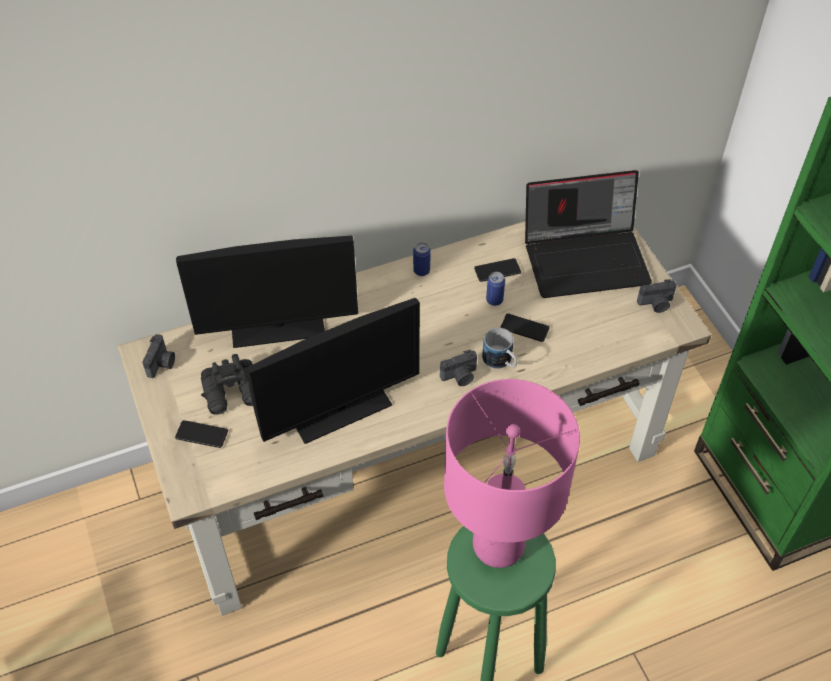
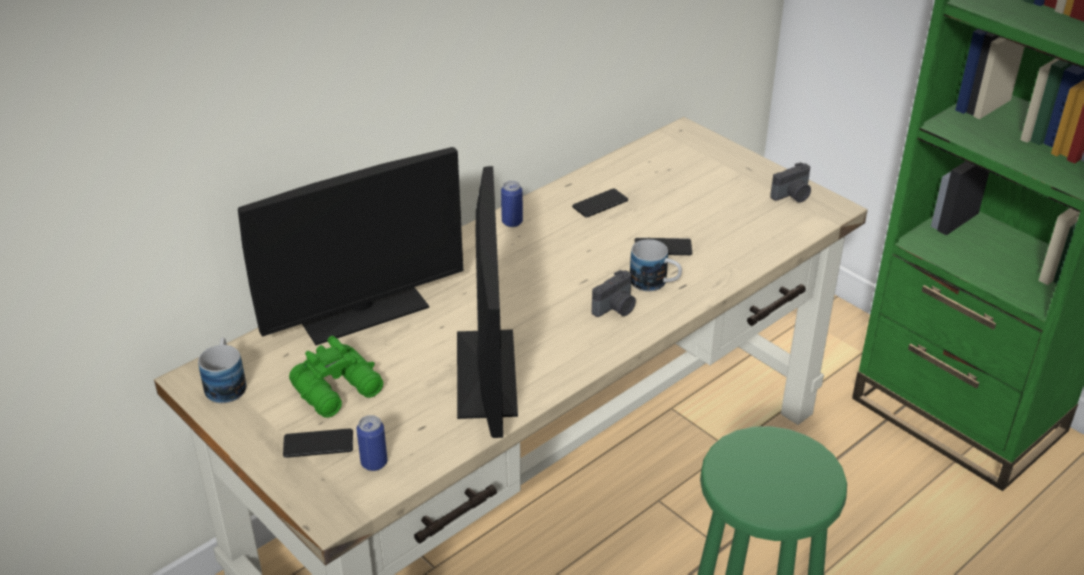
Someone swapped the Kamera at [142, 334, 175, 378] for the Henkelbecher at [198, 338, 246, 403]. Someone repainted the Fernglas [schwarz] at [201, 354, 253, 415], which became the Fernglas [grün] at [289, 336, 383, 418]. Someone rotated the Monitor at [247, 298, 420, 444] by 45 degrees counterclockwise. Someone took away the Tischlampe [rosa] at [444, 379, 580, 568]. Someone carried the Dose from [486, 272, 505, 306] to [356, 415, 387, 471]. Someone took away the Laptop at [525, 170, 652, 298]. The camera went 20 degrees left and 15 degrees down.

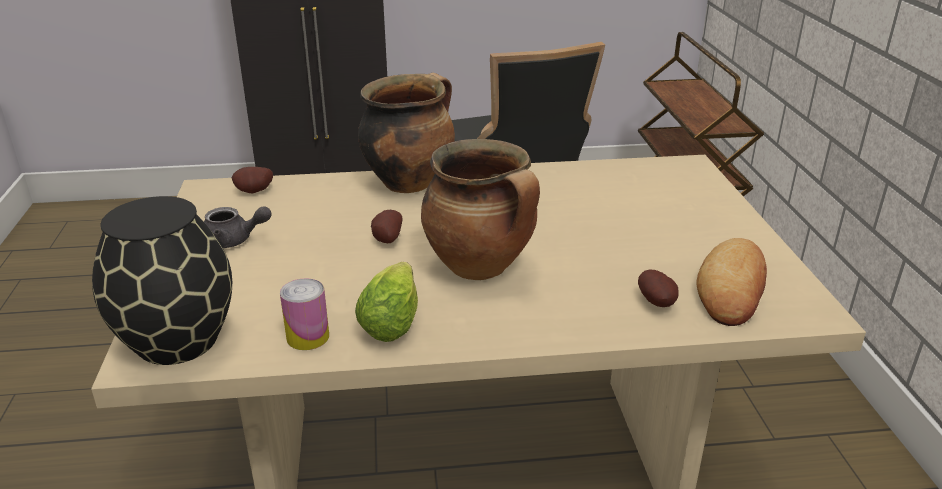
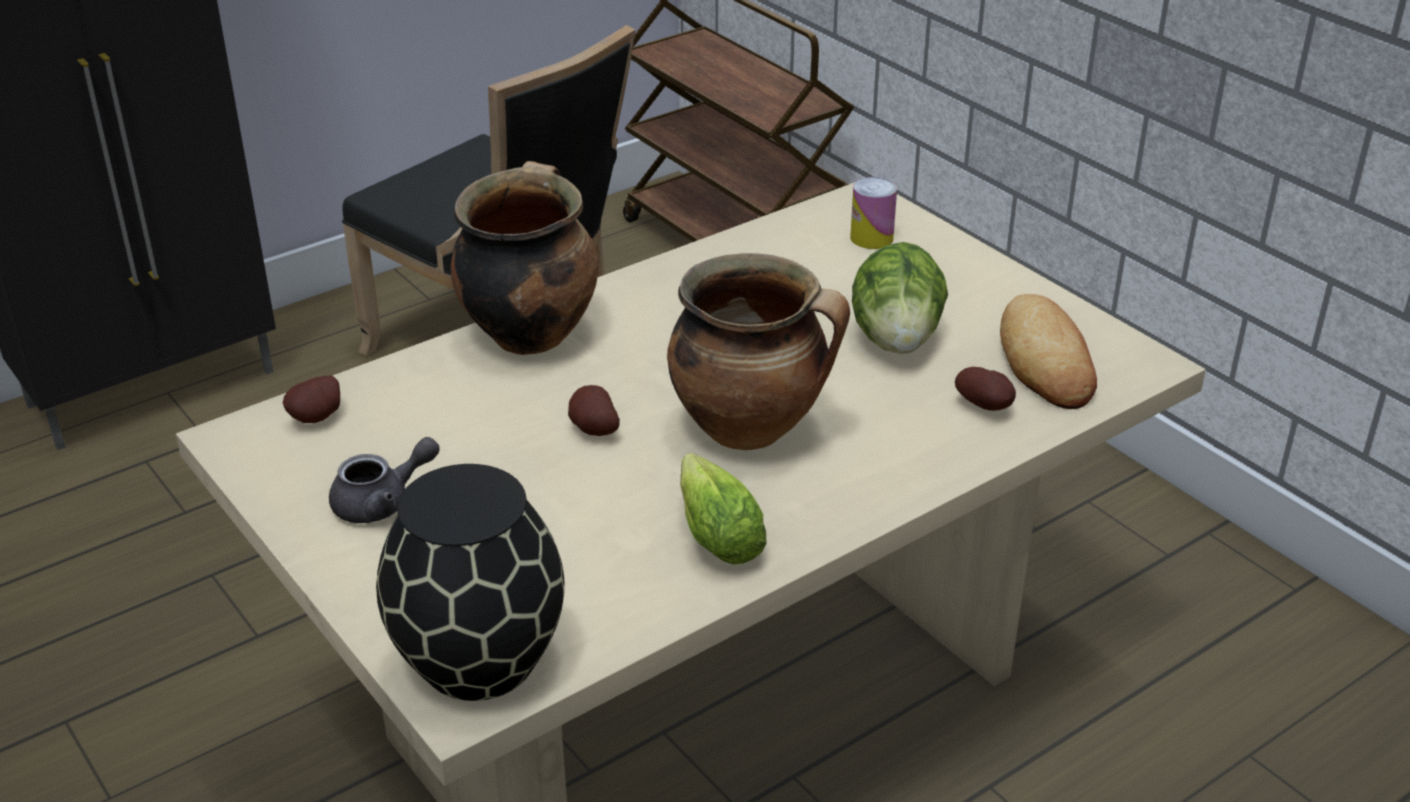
Someone carried the Dose from [280, 278, 329, 350] to [850, 177, 897, 249]. Someone put down the Salatkopf at [852, 242, 948, 354]. The camera went 30 degrees left and 5 degrees up.

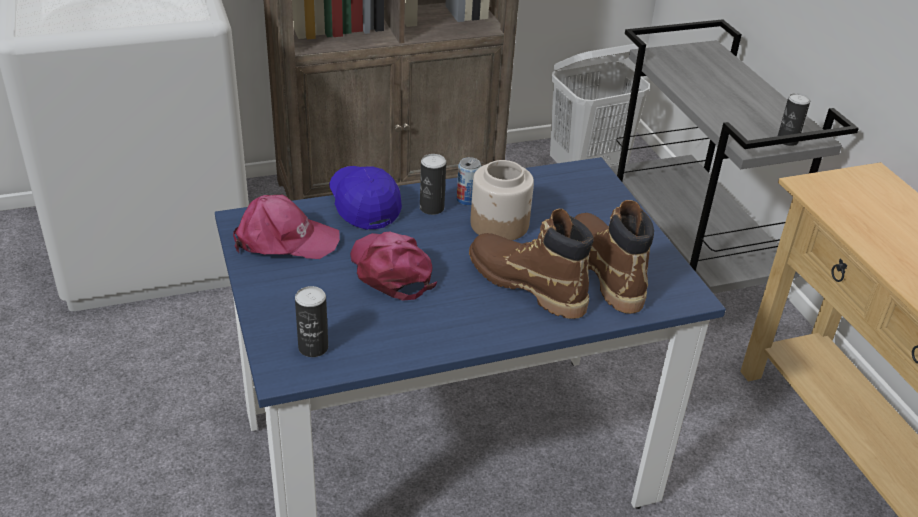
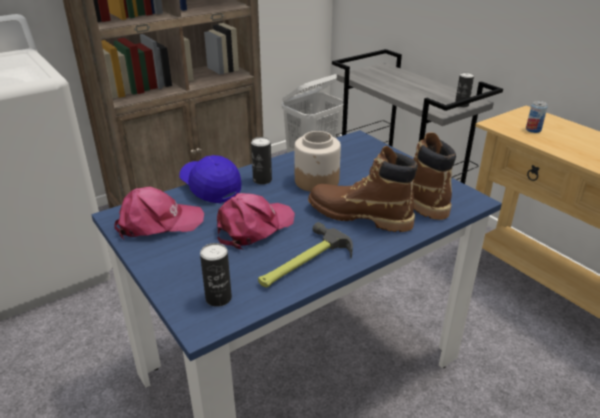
Someone rotated the Kappe [rosa] at [350, 232, 437, 301] by 90 degrees clockwise. Someone carried the Dose from [457, 157, 481, 206] to [526, 101, 548, 133]. Someone put down the Hammer at [258, 222, 353, 288]. The camera went 15 degrees left and 5 degrees down.

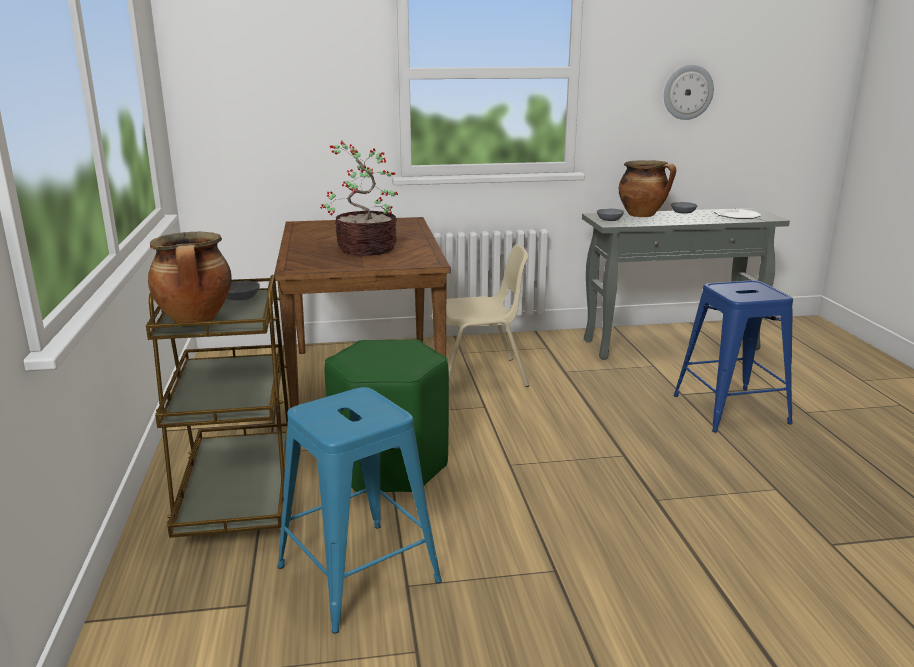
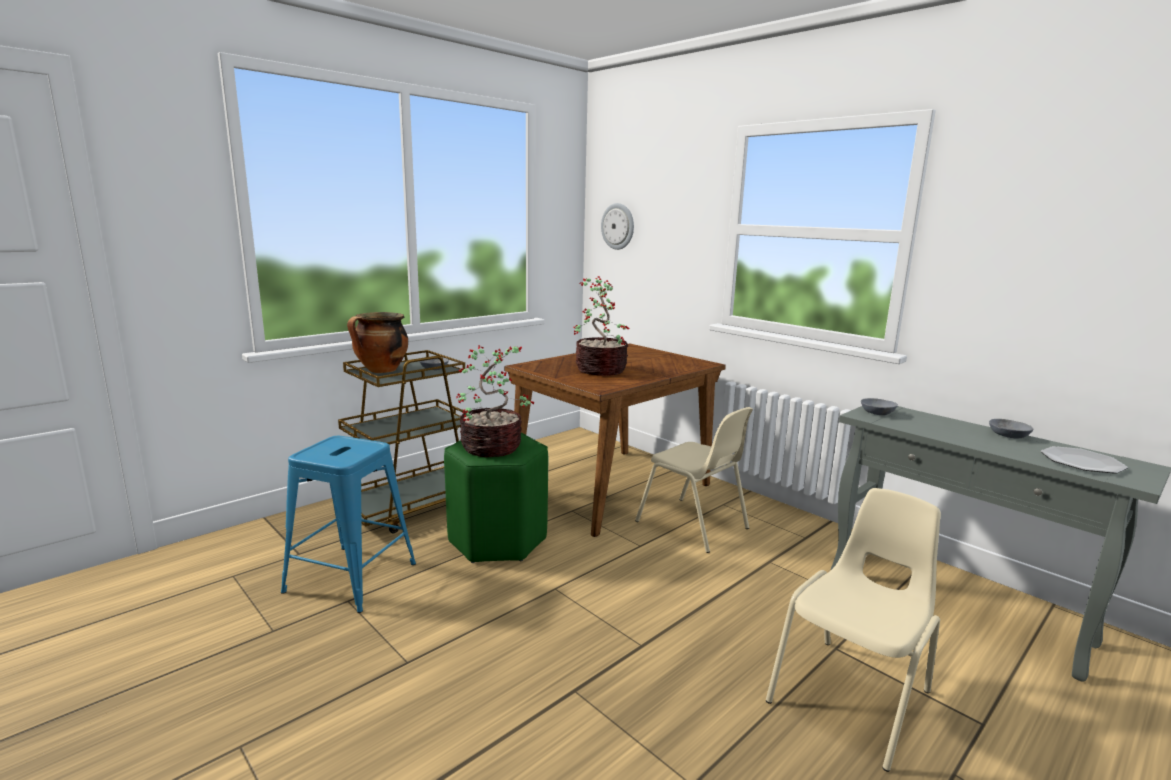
Someone took away the Kochtopf at [619, 160, 676, 217]. Someone carried the Wanduhr from [664, 65, 714, 120] to [601, 203, 634, 250]. Someone swapped the Hocker [blau] at [674, 280, 793, 432] for the Stuhl [beige] at [766, 488, 941, 772]. Someone put down the Topfpflanze at [456, 345, 535, 457]. The camera went 55 degrees right and 5 degrees down.

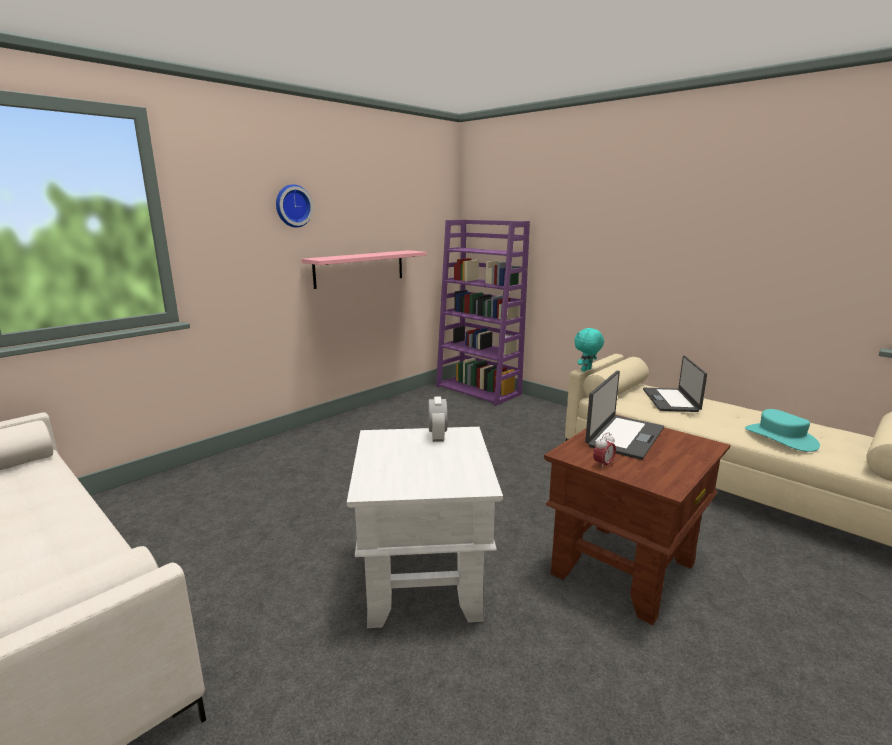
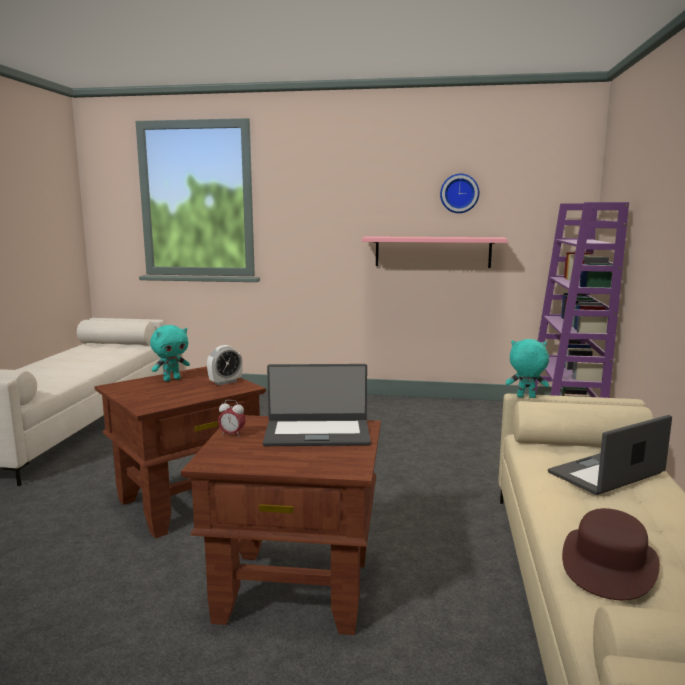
Someone carried the Wanduhr from [276, 184, 313, 228] to [440, 174, 479, 213]. Someone repainted the Beistelltisch [weiß] at [347, 427, 503, 628], which became the Beistelltisch [braun] at [94, 366, 266, 539]. Someone repainted the Hut [türkis] at [745, 409, 820, 452], which became the Hut [braun] at [562, 508, 660, 600]. Someone put down the Plüschtier [türkis] at [150, 325, 190, 381]. The camera went 55 degrees right and 5 degrees down.

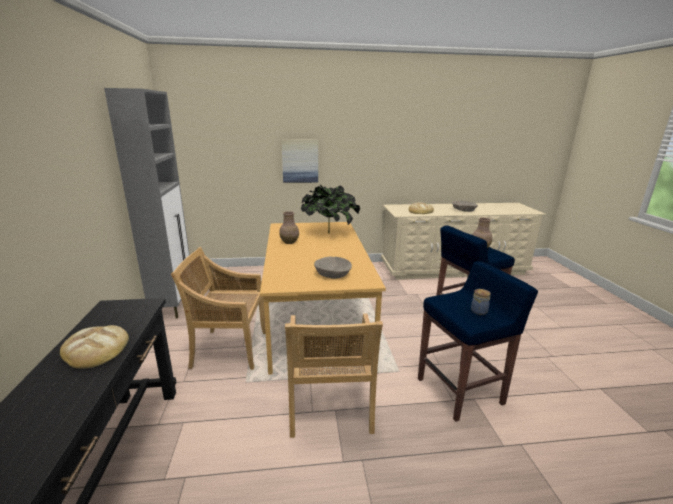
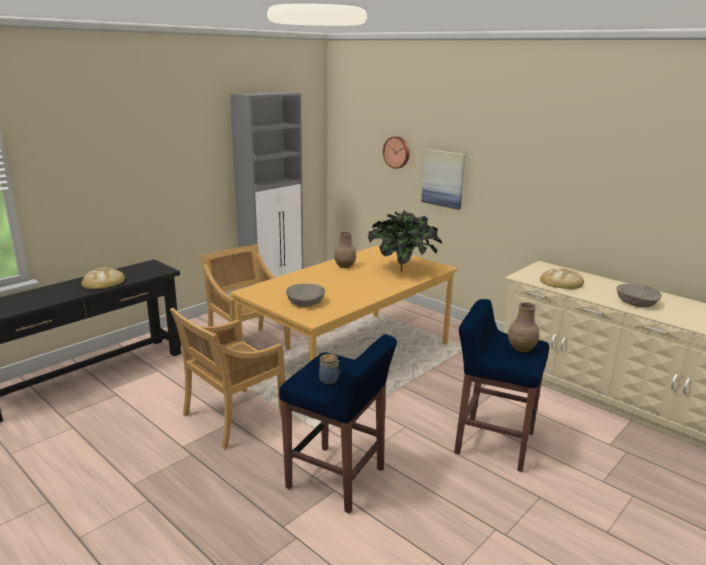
Someone put up the Wanduhr at [383, 136, 410, 169]. The camera went 50 degrees right and 0 degrees up.

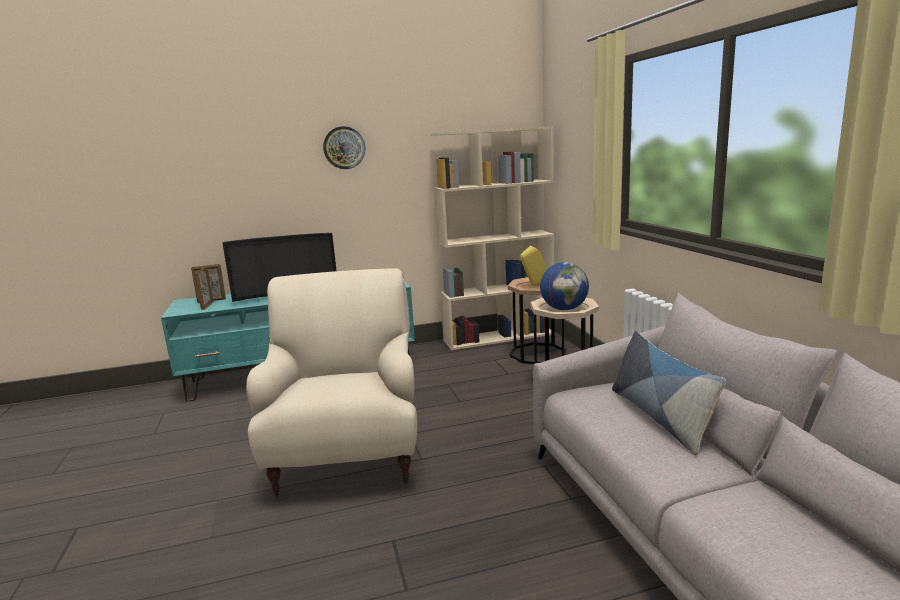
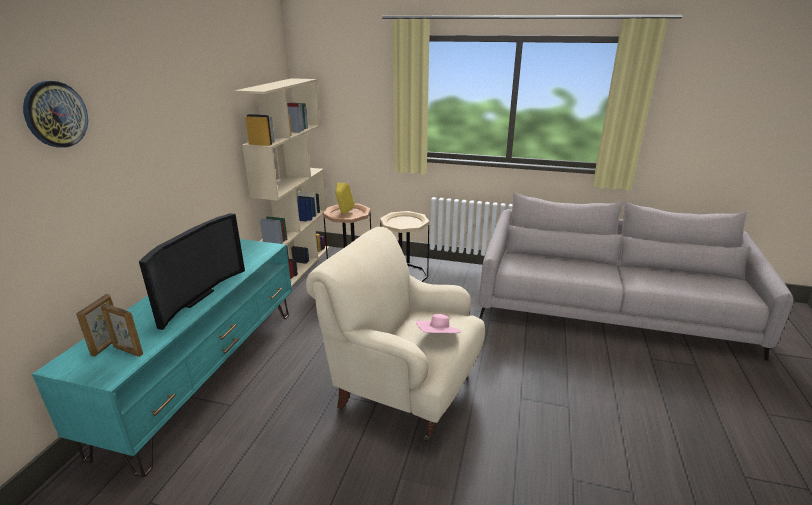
Someone carried the Wanduhr from [323, 126, 365, 169] to [23, 81, 88, 148]. Someone took away the Globus at [540, 262, 589, 310]. Someone took away the Kissen at [612, 331, 726, 455]. Someone put down the Hut [rosa] at [416, 314, 462, 333]. The camera went 60 degrees left and 10 degrees up.

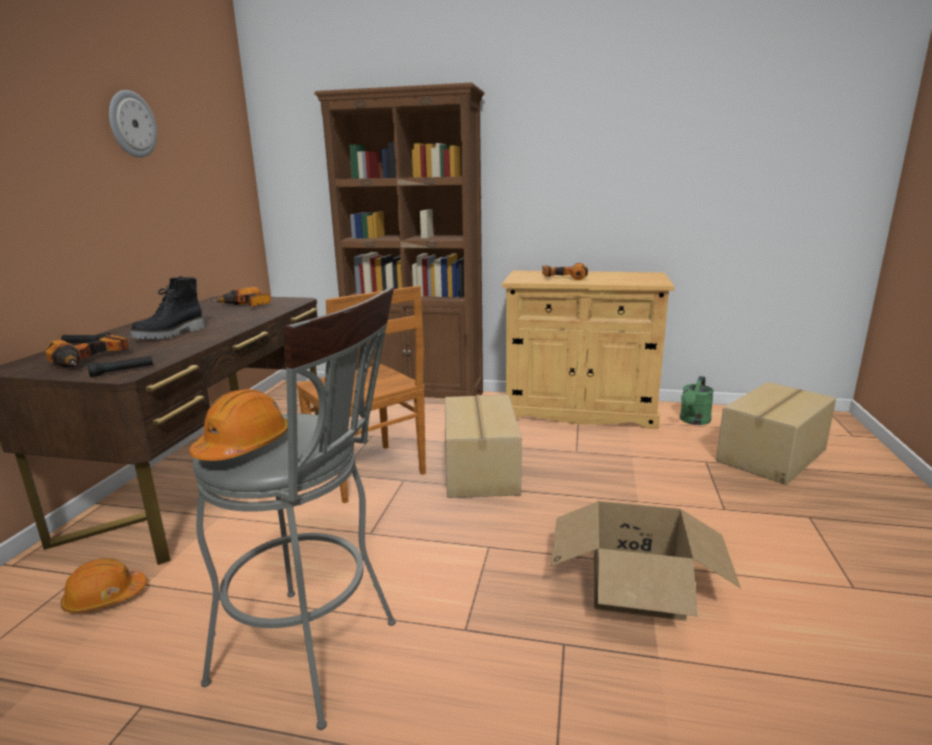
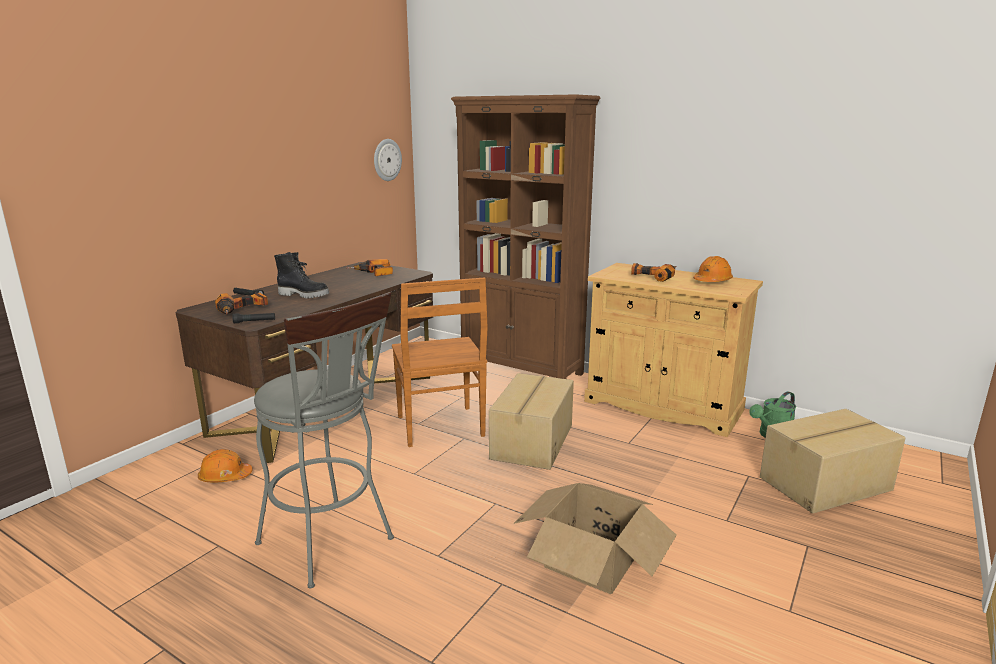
Someone carried the Wanduhr from [109, 90, 157, 158] to [374, 139, 402, 181]. Someone rotated the Stiefel [schwarz] at [130, 276, 205, 339] by 120 degrees counterclockwise. Someone carried the Schutzhelm [orange] from [189, 389, 288, 461] to [693, 256, 733, 282]. The camera went 20 degrees right and 0 degrees up.

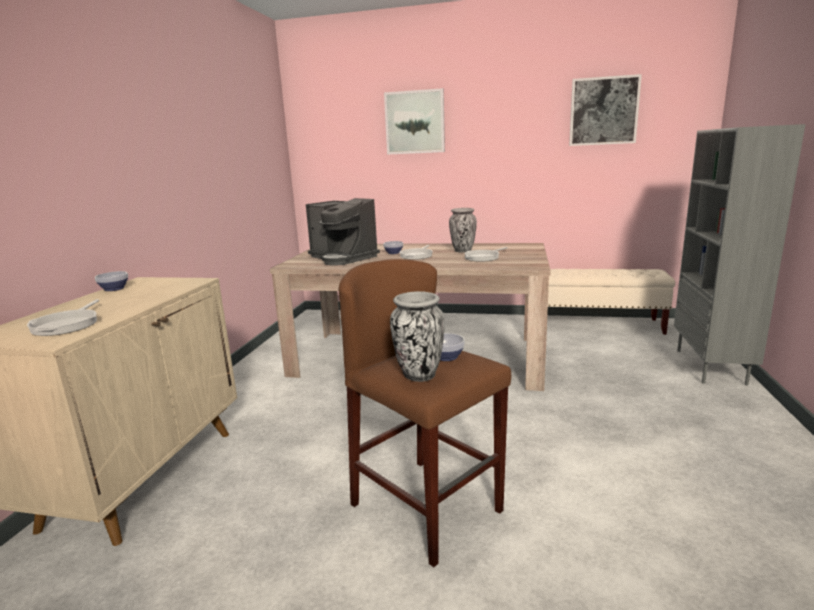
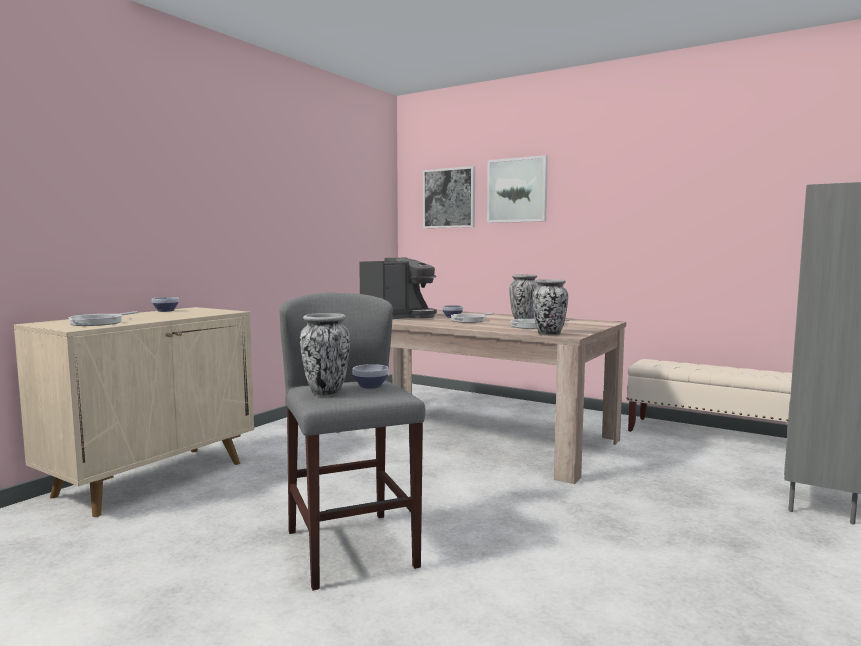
Someone rotated the Kaffeemaschine at [306, 198, 380, 266] by 105 degrees counterclockwise. Someone repainted the Hocker [braun] at [339, 259, 511, 567], which became the Hocker [grau] at [279, 293, 425, 591]. Someone carried the Bild from [569, 74, 642, 146] to [423, 166, 475, 228]. Someone put down the Vase at [532, 279, 568, 335]. The camera went 20 degrees right and 10 degrees down.

